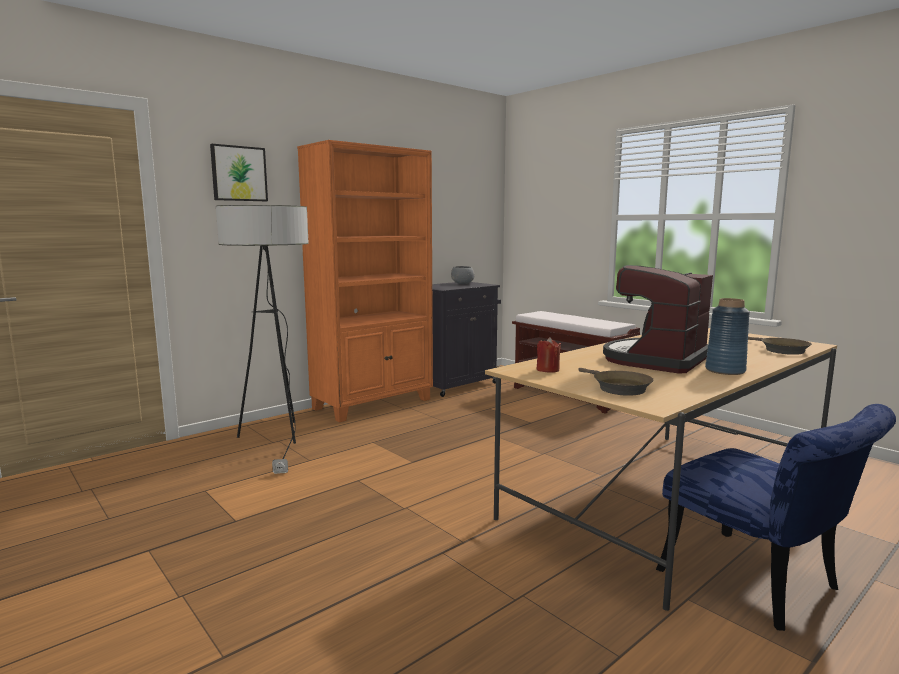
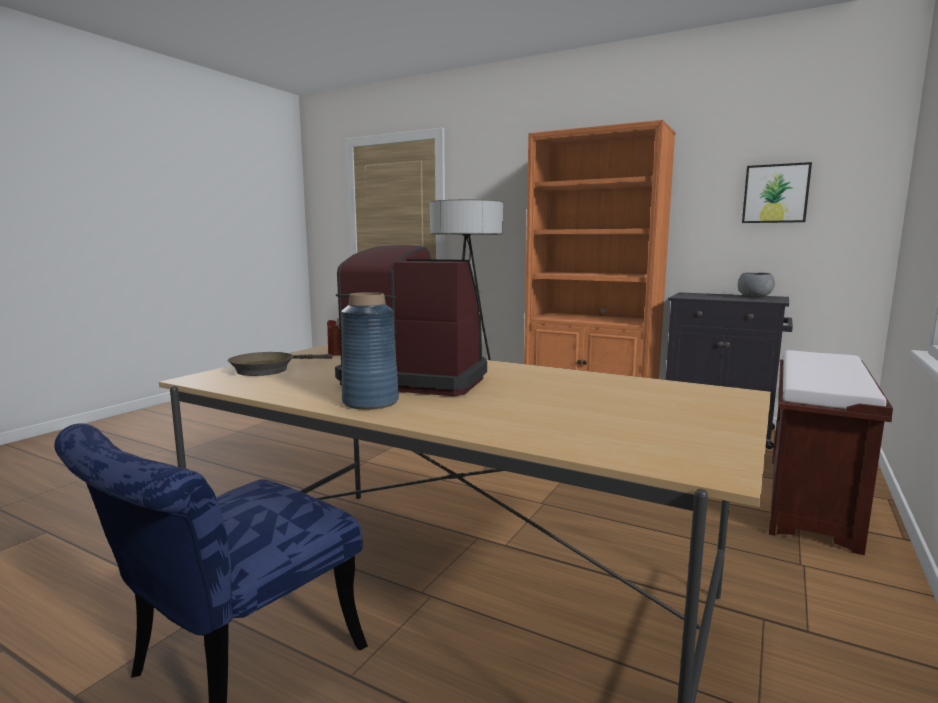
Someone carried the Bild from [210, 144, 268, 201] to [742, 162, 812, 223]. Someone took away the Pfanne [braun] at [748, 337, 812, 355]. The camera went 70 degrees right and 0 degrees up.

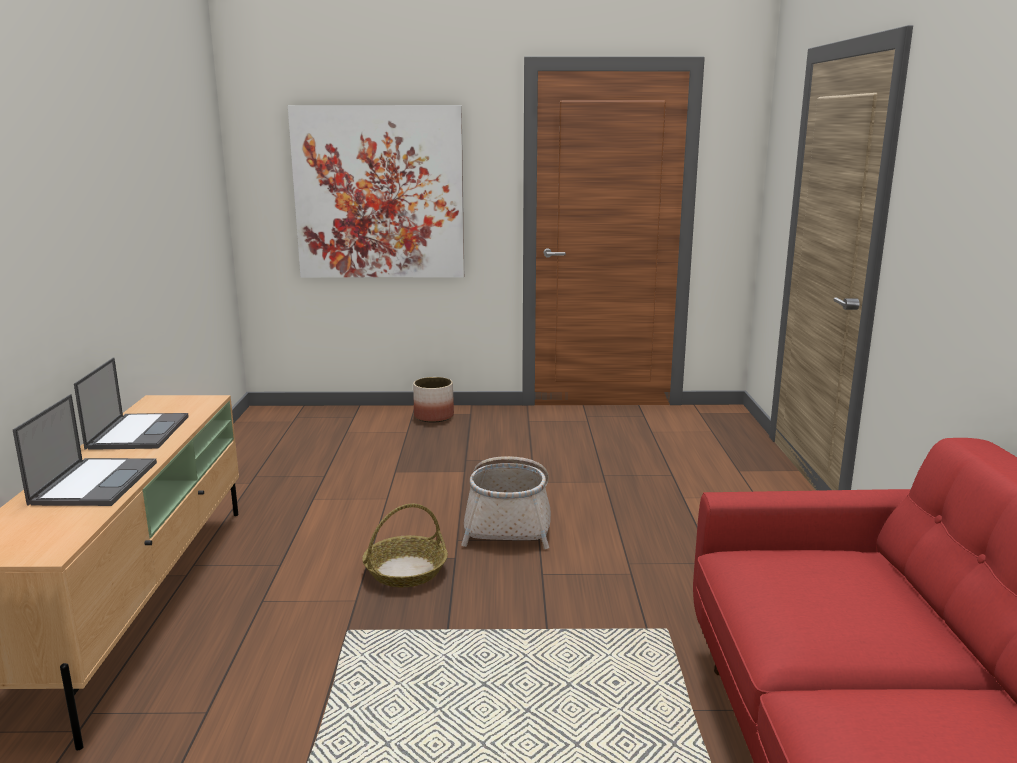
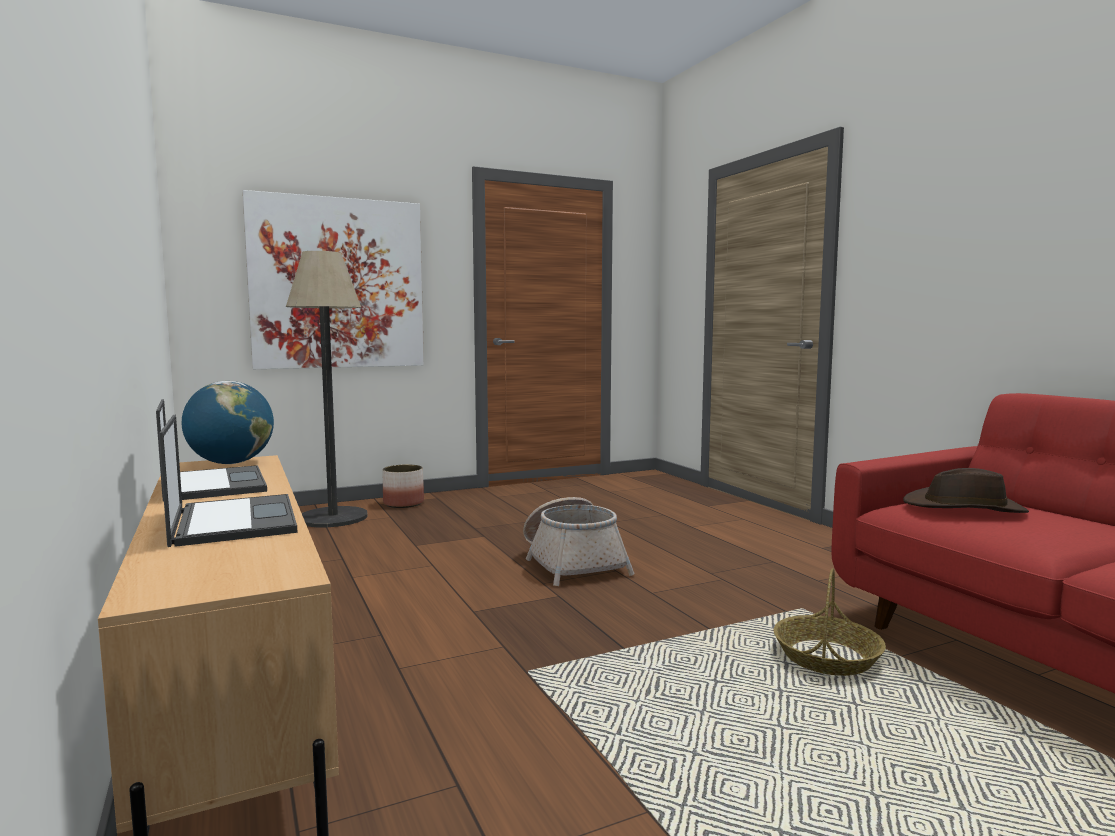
Someone carried the Korb from [362, 504, 448, 587] to [774, 568, 886, 676]. Someone put down the Globus at [182, 381, 274, 464]. Someone put down the Stehlampe at [286, 251, 368, 527]. Someone put down the Hut [braun] at [903, 468, 1029, 513]. The camera went 25 degrees left and 10 degrees down.

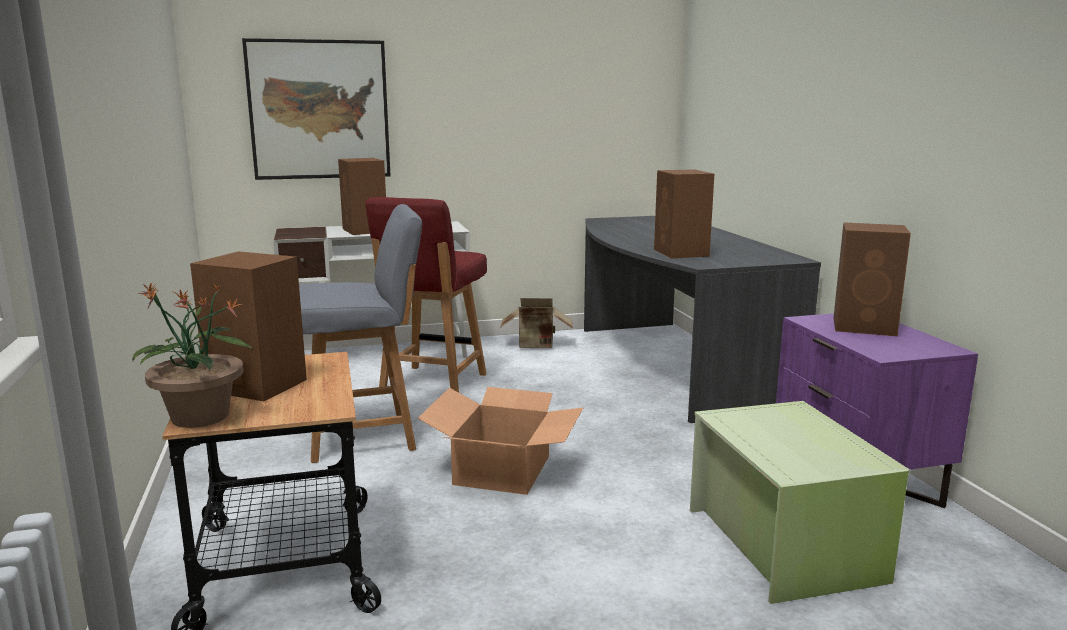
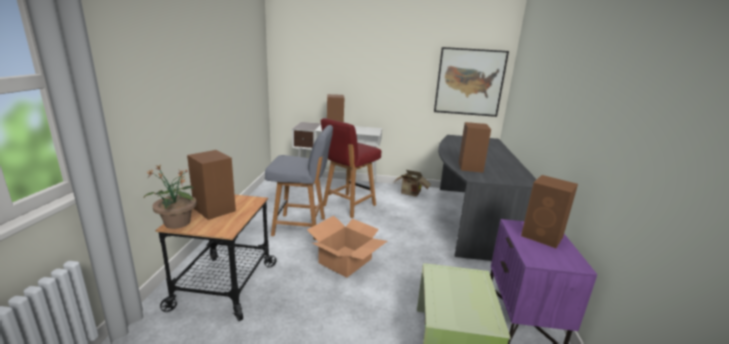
Someone carried the Bild from [242, 38, 391, 180] to [434, 47, 509, 117]. The camera went 20 degrees right and 5 degrees up.

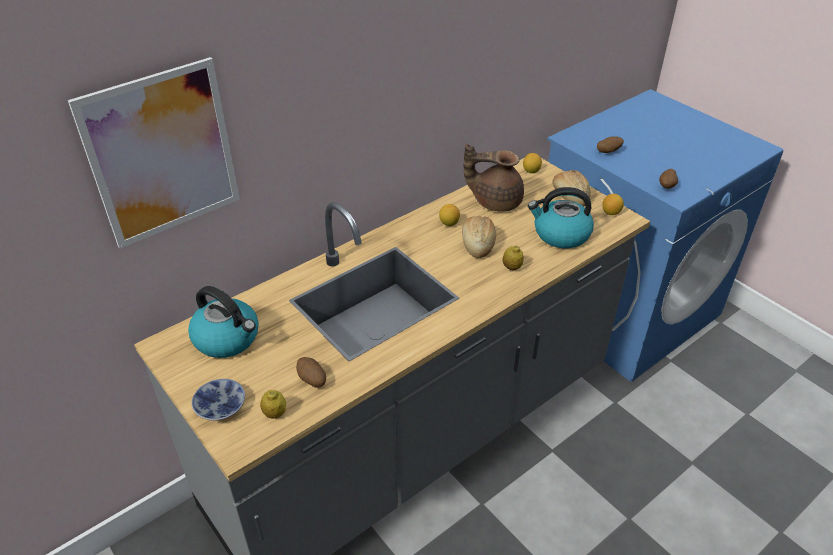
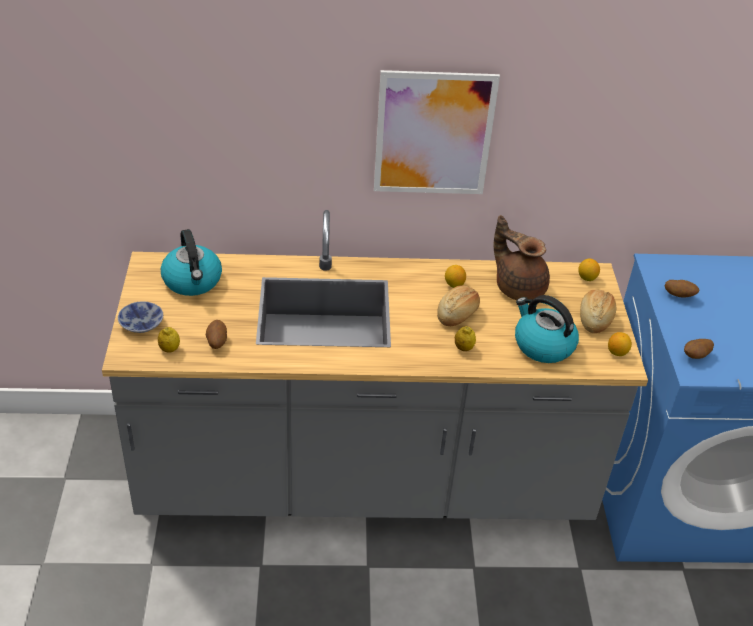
Someone carried the Bild from [68, 57, 240, 248] to [374, 70, 500, 194]. The camera went 35 degrees right and 0 degrees up.

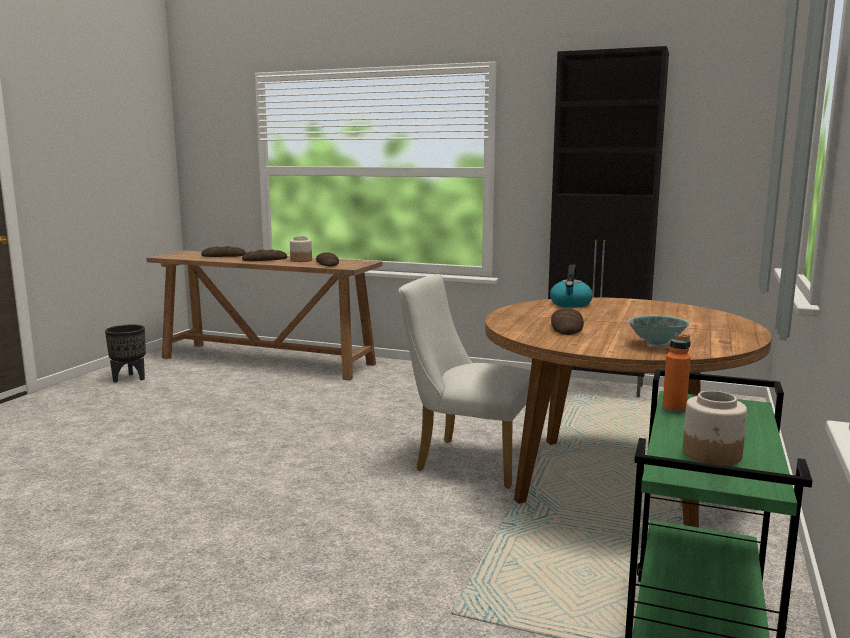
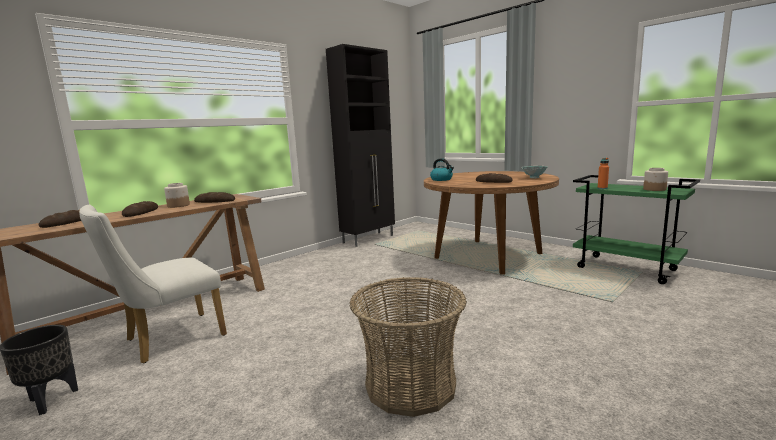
Someone carried the Stuhl [weiß] from [399, 274, 531, 488] to [79, 205, 227, 363]. Someone put down the Korb at [350, 277, 467, 417]. The camera went 65 degrees left and 0 degrees up.

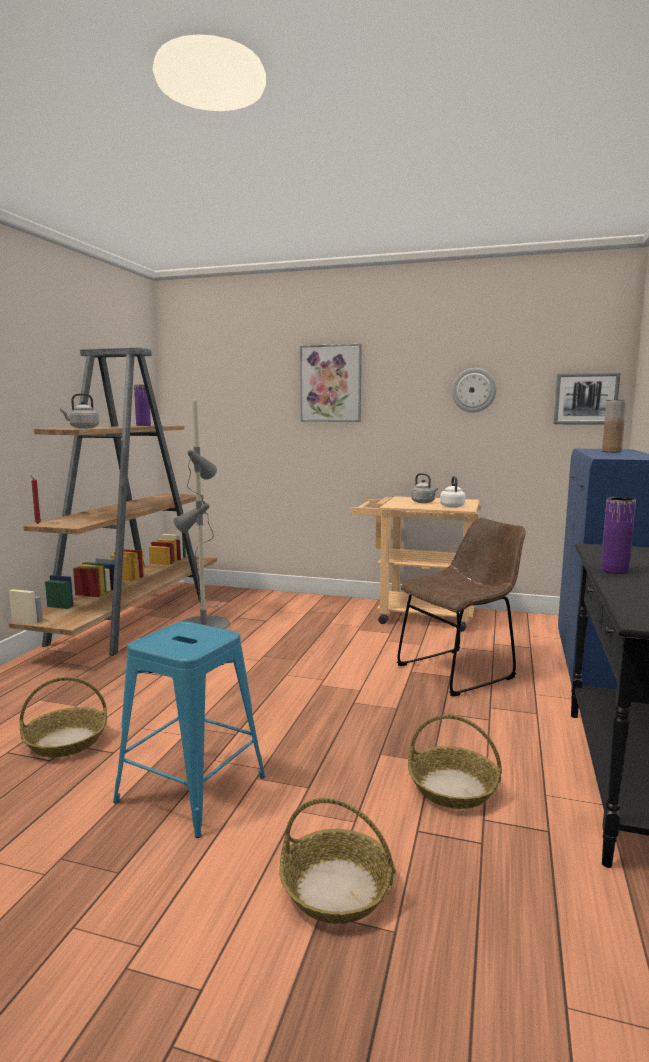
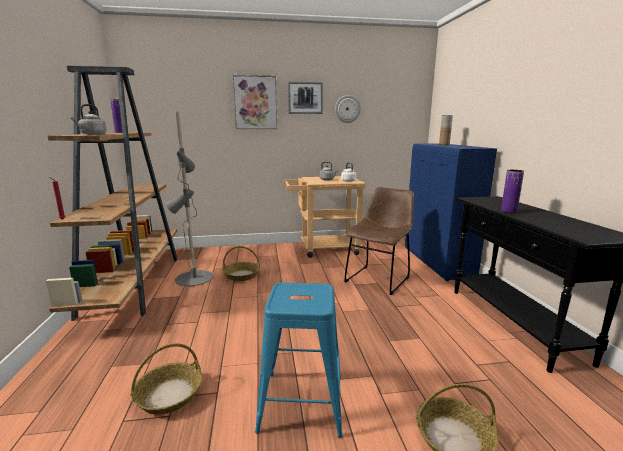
Someone carried the Korb from [408, 715, 502, 809] to [223, 246, 260, 281]. Someone carried the Bild from [554, 372, 620, 425] to [288, 81, 323, 114]. The camera went 25 degrees left and 5 degrees up.

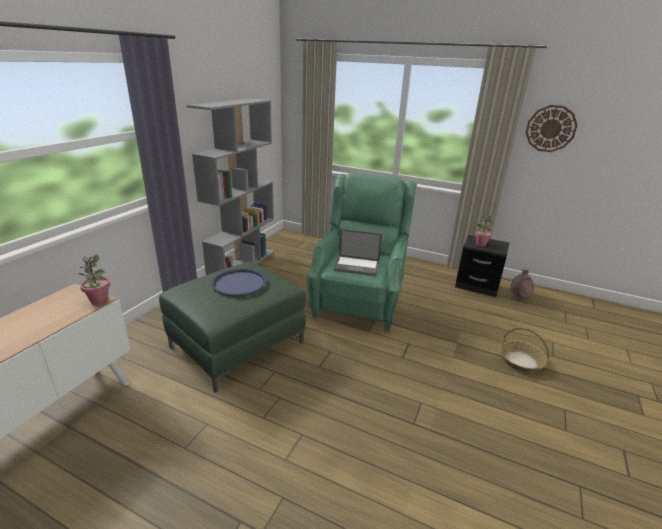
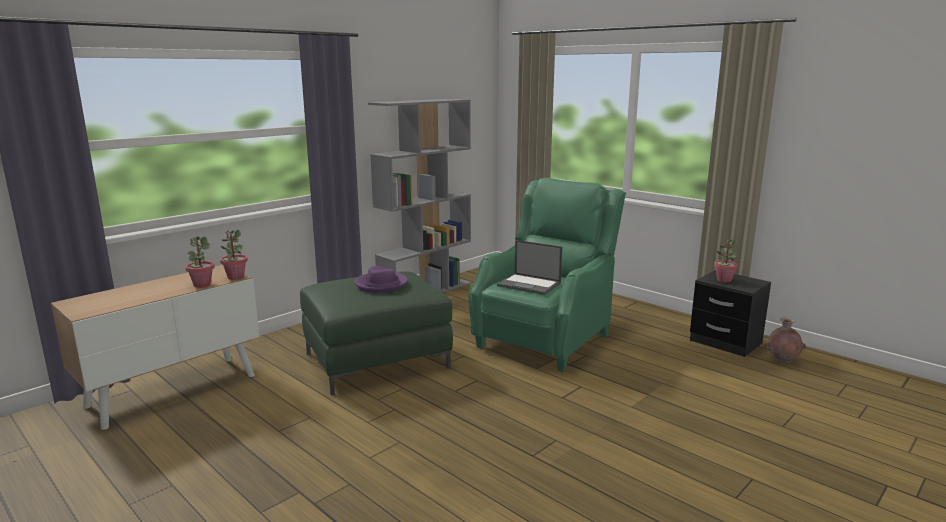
Someone swapped the Tablett [blau] at [211, 268, 267, 297] for the Hut [lila] at [355, 266, 408, 293]. Someone took away the Korb at [500, 327, 549, 373]. Someone took away the Wanduhr at [526, 105, 578, 152]. Someone put down the Topfpflanze at [185, 236, 214, 288]. The camera went 20 degrees right and 10 degrees down.

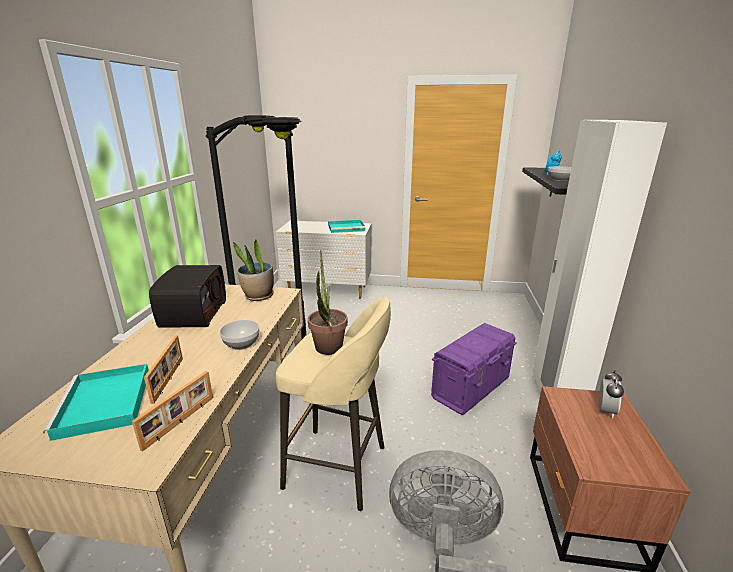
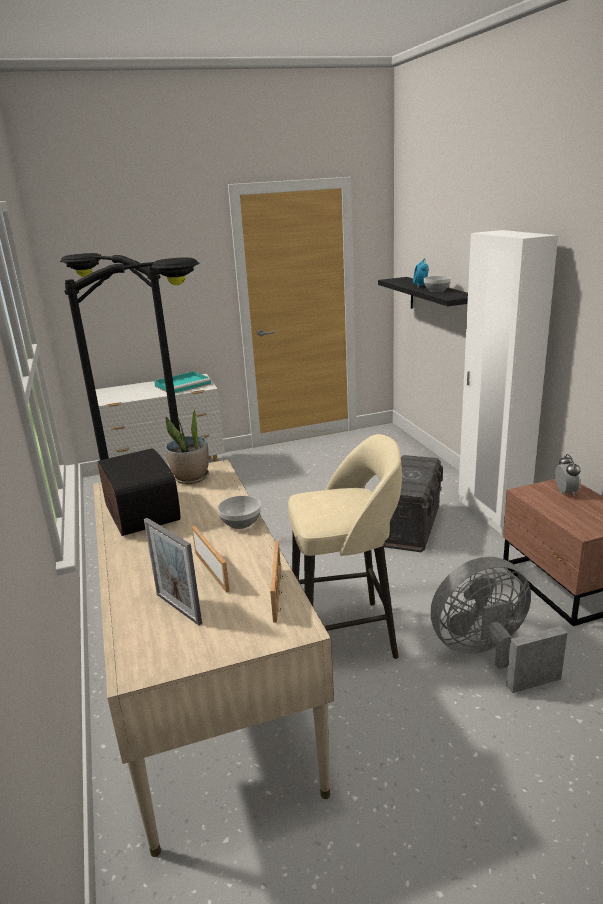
Someone swapped the Tablett [türkis] at [43, 364, 149, 441] for the Bilderrahmen at [144, 518, 202, 625]. Someone took away the Topfpflanze at [308, 250, 348, 355]. Someone repainted the Aufbewahrungsbox [lila] at [431, 323, 517, 415], which became the Aufbewahrungsbox [grau] at [384, 455, 443, 552]. The camera went 25 degrees left and 0 degrees up.

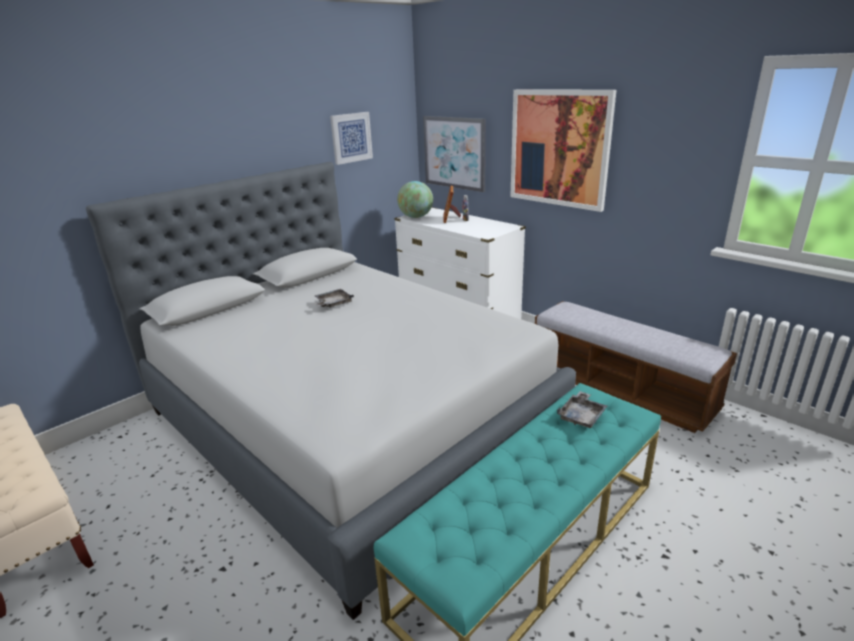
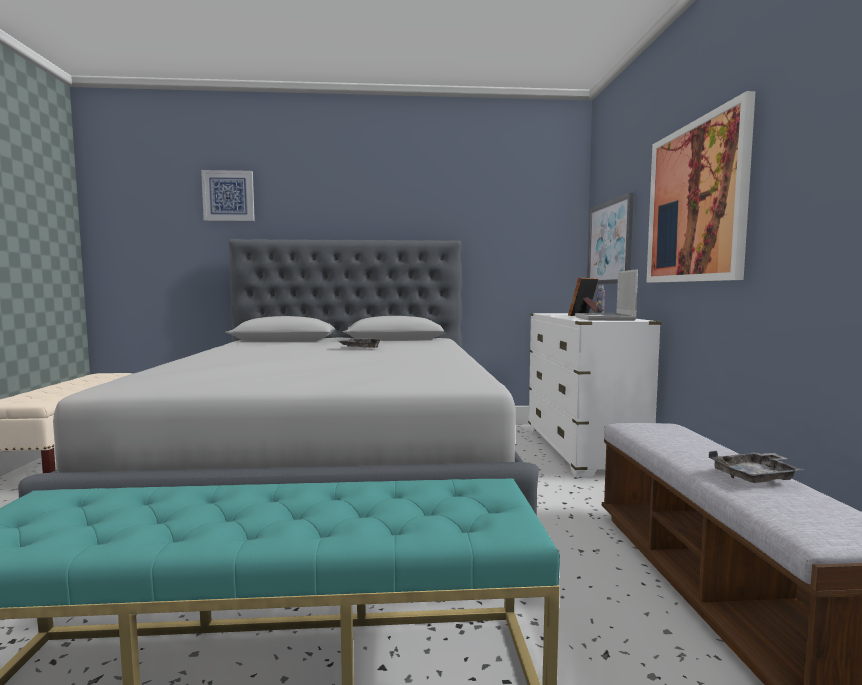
Someone carried the Bild from [330, 112, 373, 165] to [201, 170, 255, 221]. Someone took away the Globus at [397, 181, 433, 218]. Someone carried the Tablett [grau] from [557, 391, 607, 428] to [709, 451, 804, 483]. Someone put down the Laptop at [575, 269, 638, 321]. The camera went 40 degrees right and 20 degrees down.

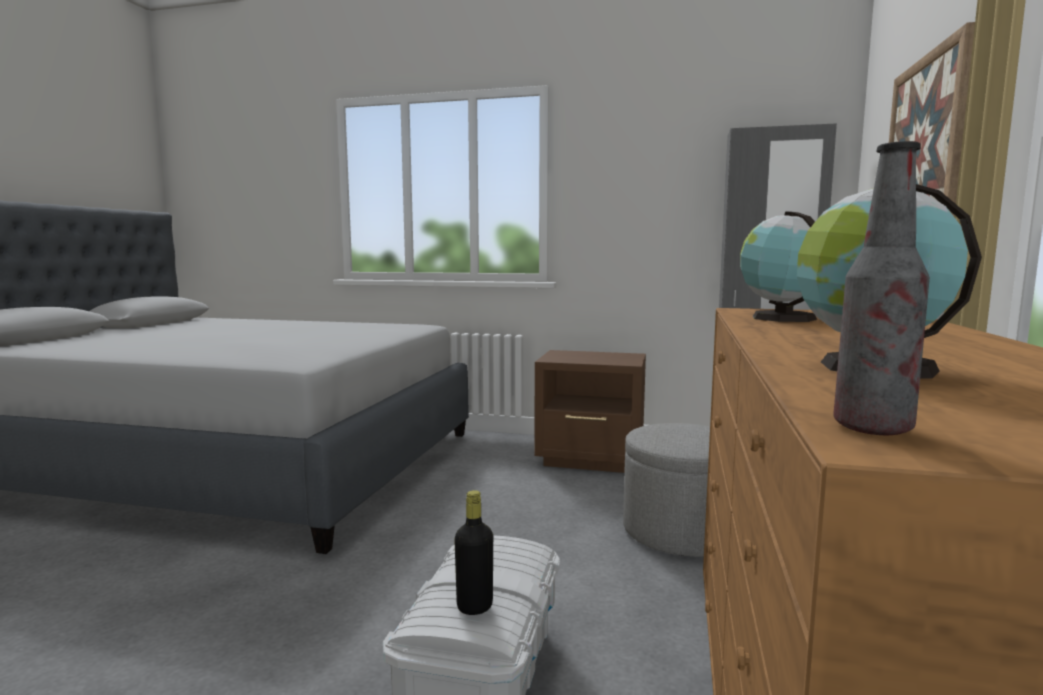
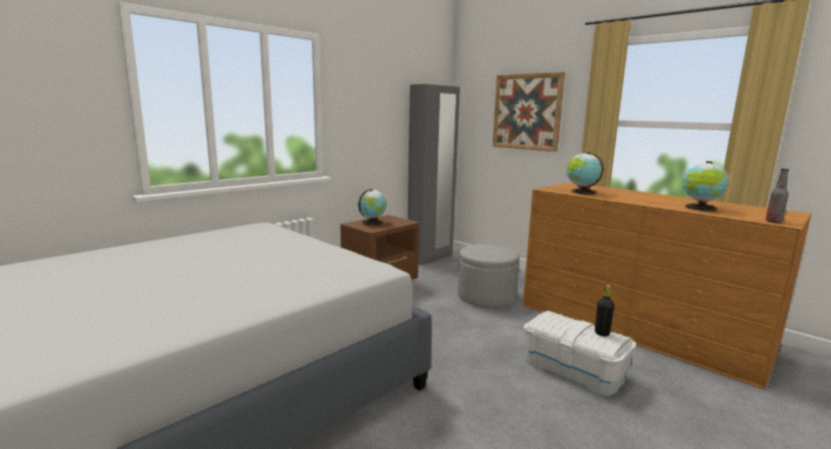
Someone put down the Globus at [358, 189, 387, 225]. The camera went 60 degrees left and 5 degrees up.

